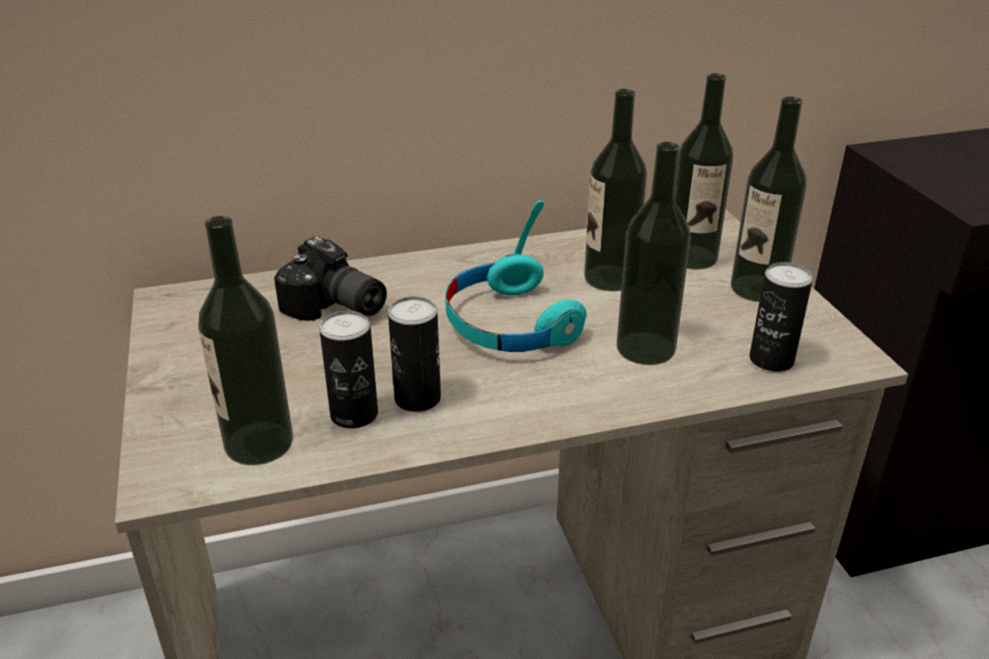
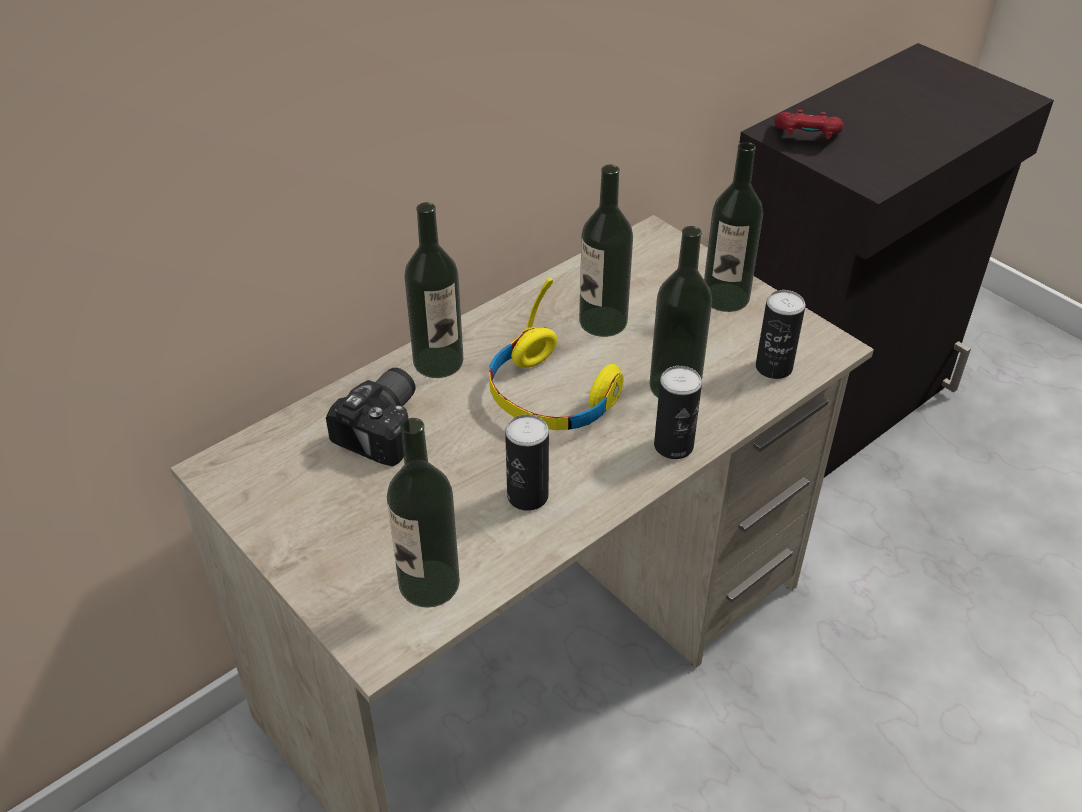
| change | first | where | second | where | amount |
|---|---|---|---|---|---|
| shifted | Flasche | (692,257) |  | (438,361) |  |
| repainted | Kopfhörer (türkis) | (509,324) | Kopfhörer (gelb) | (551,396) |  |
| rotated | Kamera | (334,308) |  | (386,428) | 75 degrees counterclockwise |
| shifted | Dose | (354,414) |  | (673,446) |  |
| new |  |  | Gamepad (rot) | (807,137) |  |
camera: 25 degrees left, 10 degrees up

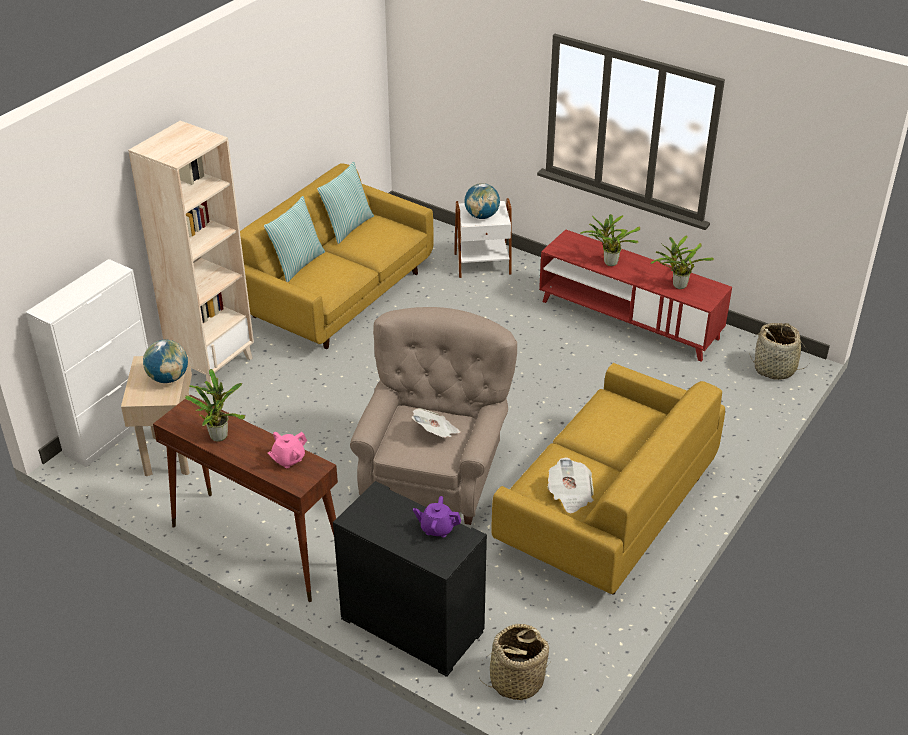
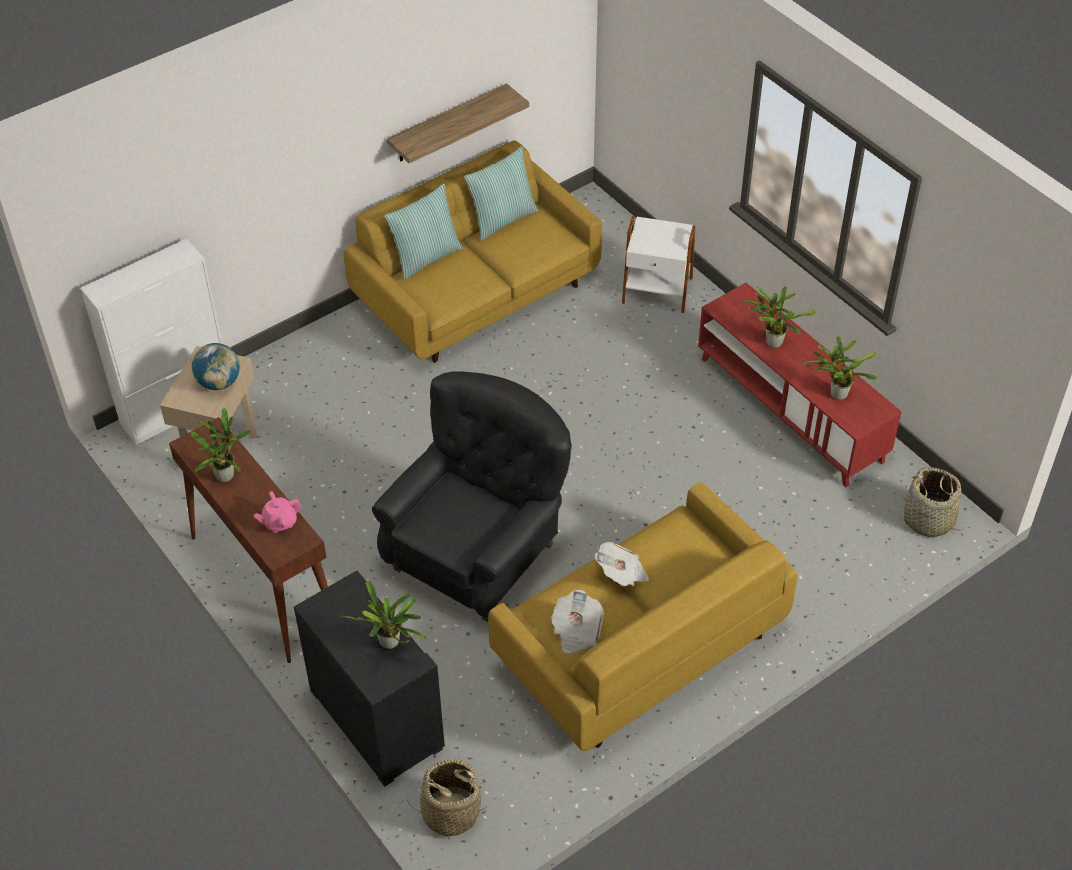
| change | first | where | second | where | amount |
|---|---|---|---|---|---|
| gone | Bücherregal (beige) | (212,364) |  |  |  |
| gone | Globus | (481,216) |  |  |  |
| repainted | Sessel (beige) | (435,475) | Sessel (schwarz) | (478,552) |  |
| shifted | Zeitung | (436,433) |  | (622,574) |  |
| swapped | Teekanne (lila) | (437,528) | Topfpflanze | (391,644) |  |
| new |  |  | Wandregal | (448,124) |  |
camera: 20 degrees right, 10 degrees up

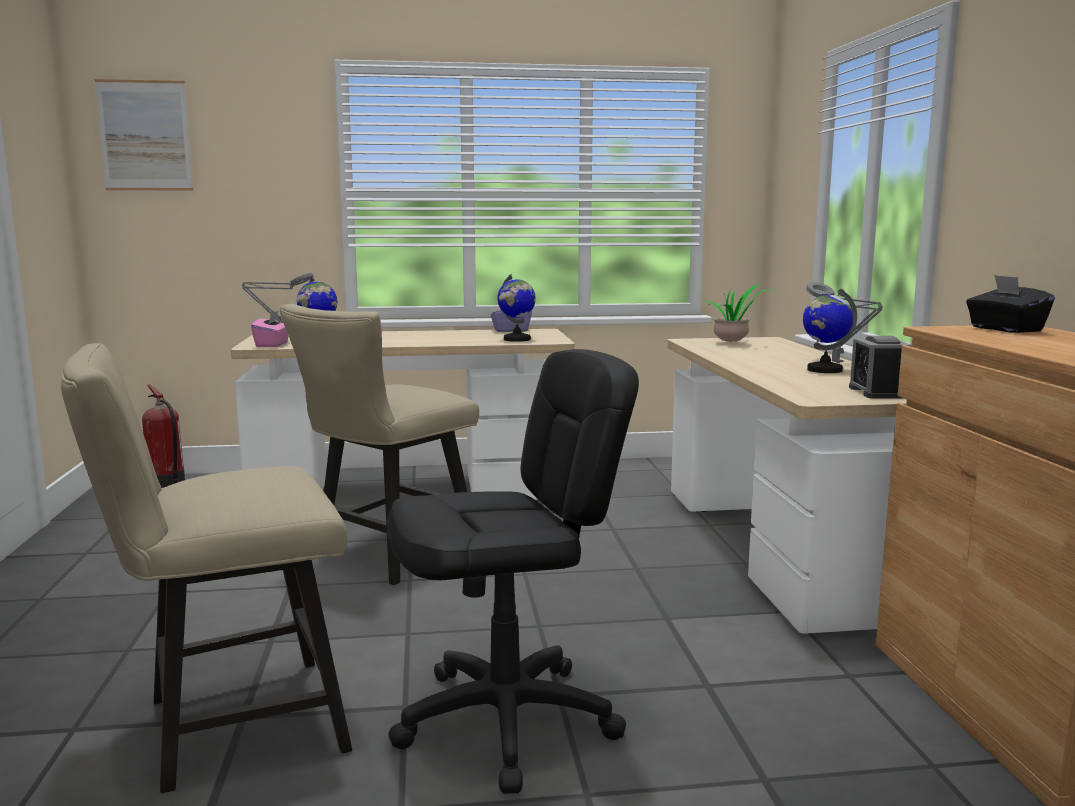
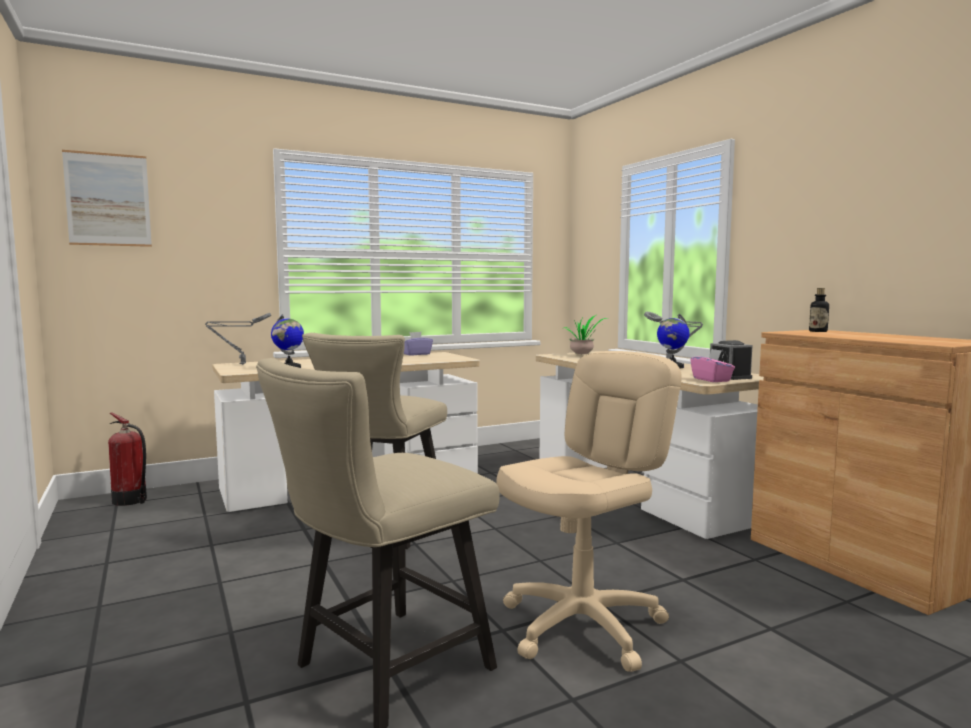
| change | first | where | second | where | amount |
|---|---|---|---|---|---|
| gone | Globus | (517,339) |  |  |  |
| swapped | Taschentuchbox (schwarz) | (1005,329) | Flasche | (818,331) |  |
| shifted | Taschentuchbox (rosa) | (272,345) |  | (711,380) |  |
| repainted | Bürostuhl (schwarz) | (507,721) | Bürostuhl (beige) | (583,625) |  |
camera: 20 degrees left, 5 degrees down

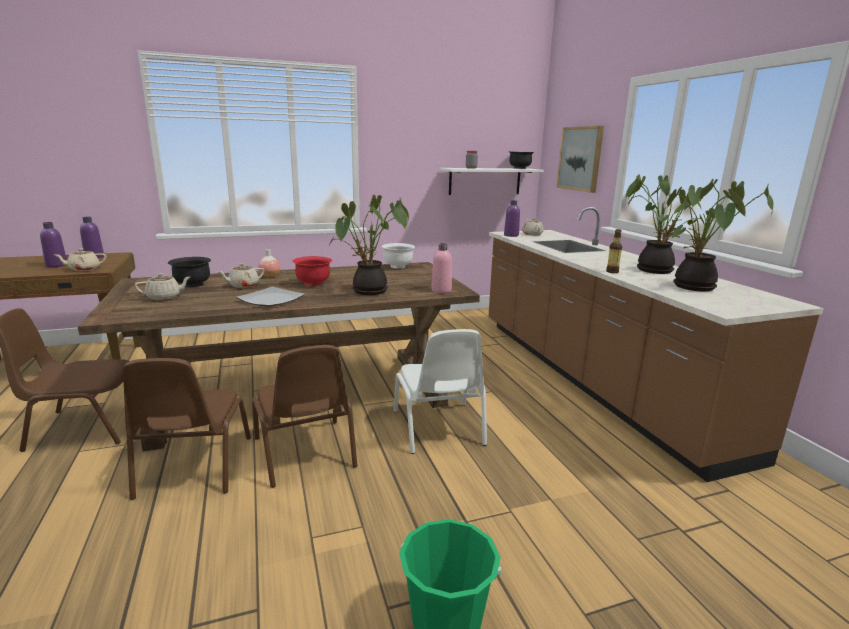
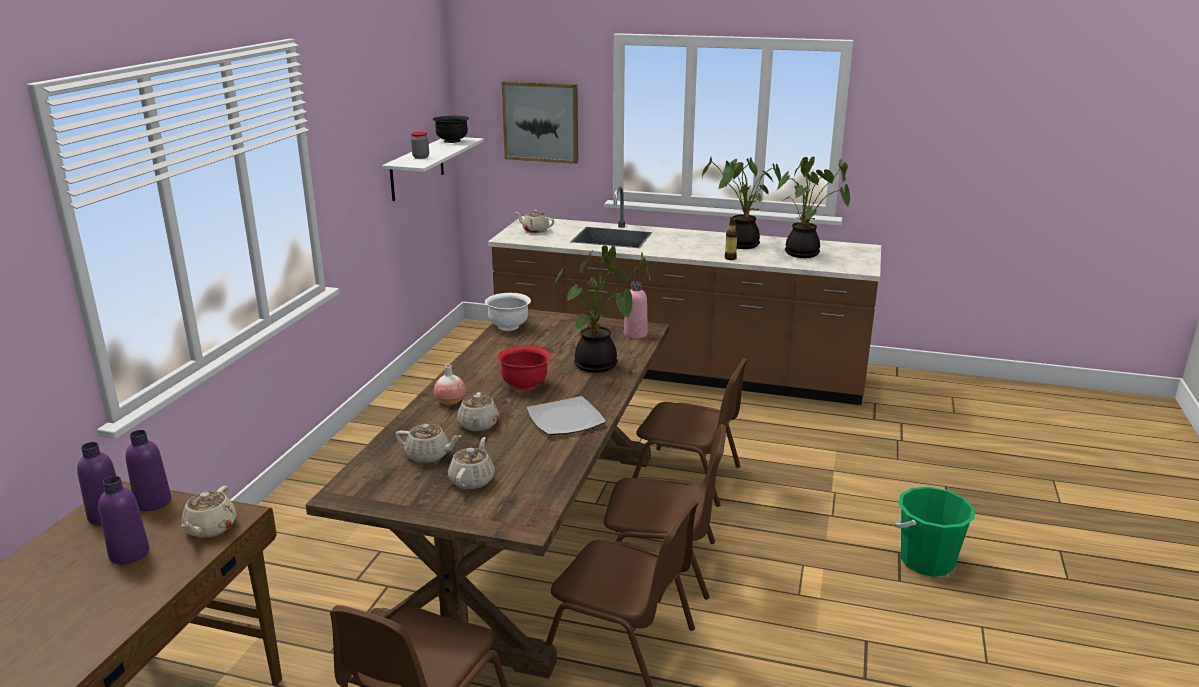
| change | first | where | second | where | amount |
|---|---|---|---|---|---|
| shifted | Flasche (lila) | (511,235) |  | (153,502) |  |
| swapped | Schüssel (schwarz) | (192,285) | Teekanne (beige) | (428,456) |  |
| repainted | Stuhl (weiß) | (438,428) | Stuhl (braun) | (688,478) |  |
camera: 55 degrees left, 5 degrees up

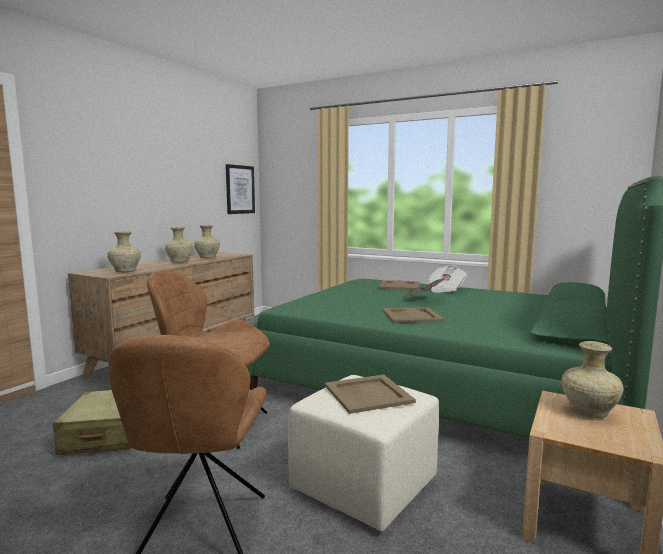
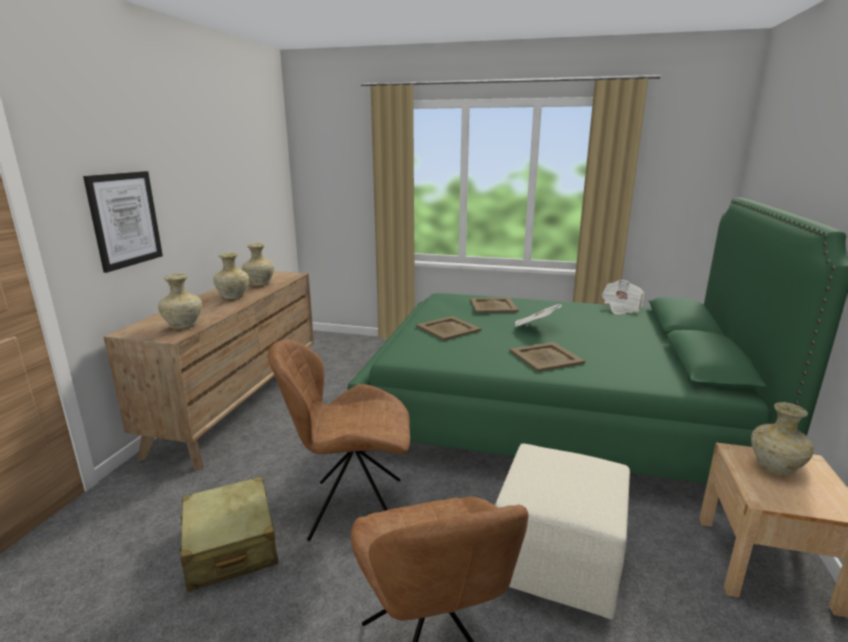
| change | first | where | second | where | amount |
|---|---|---|---|---|---|
| shifted | Bild | (240,189) |  | (125,219) |  |
| shifted | Zeitung | (445,289) |  | (621,308) |  |
| shifted | Tablett (beige) | (368,393) |  | (448,328) |  |
camera: 15 degrees left, 10 degrees up

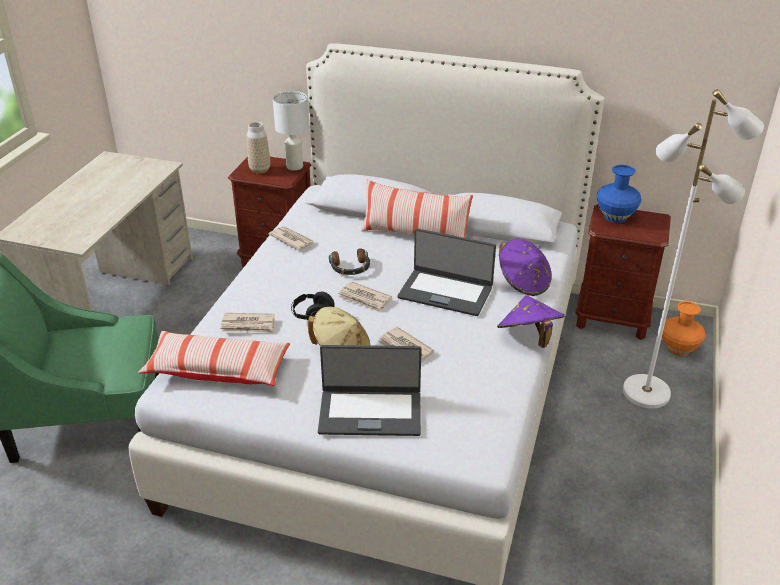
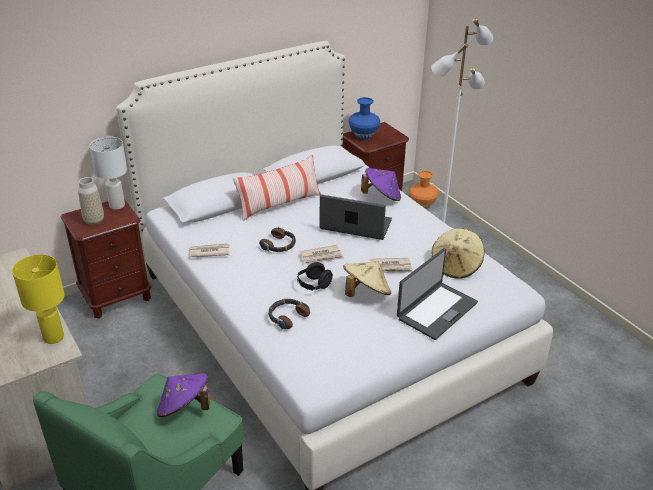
| change | first | where | second | where | amount |
|---|---|---|---|---|---|
| rotated | Laptop | (445,292) |  | (355,225) | 135 degrees counterclockwise |
| shifted | Hut (lila) | (528,338) |  | (184,408) |  |
| swapped | Zeitung | (248,325) | Kopfhörer | (287,316) |  |
| gone | Kissen | (218,370) |  |  |  |
| new |  |  | Hut (beige) | (456,266) |  |
| new |  |  | Tischlampe (gelb) | (53,337) |  |
camera: 50 degrees left, 0 degrees up

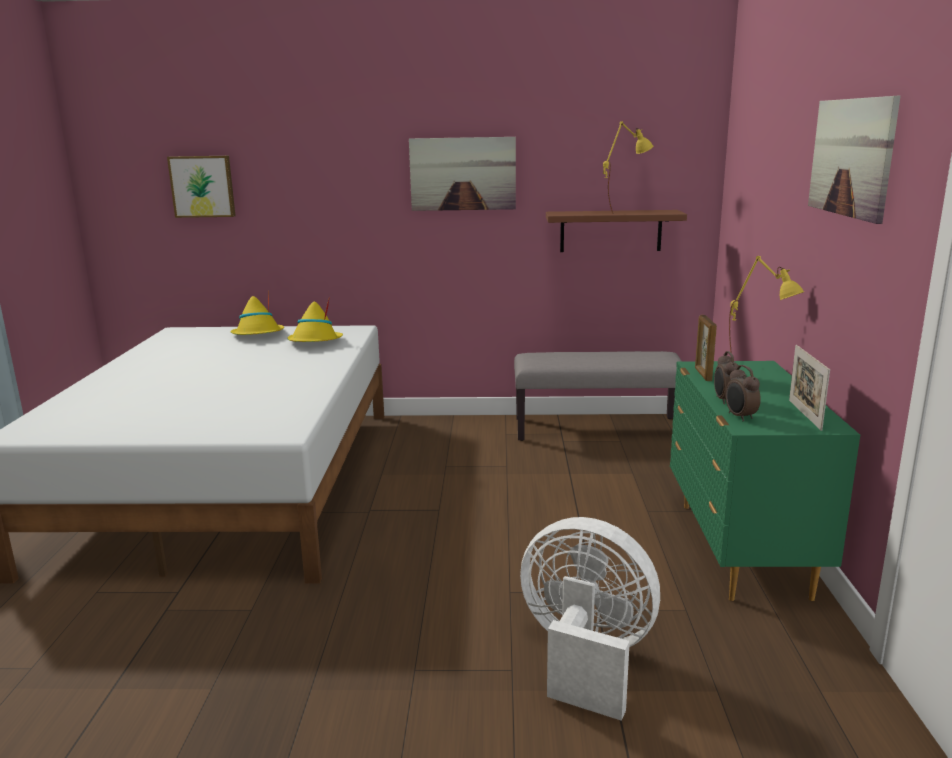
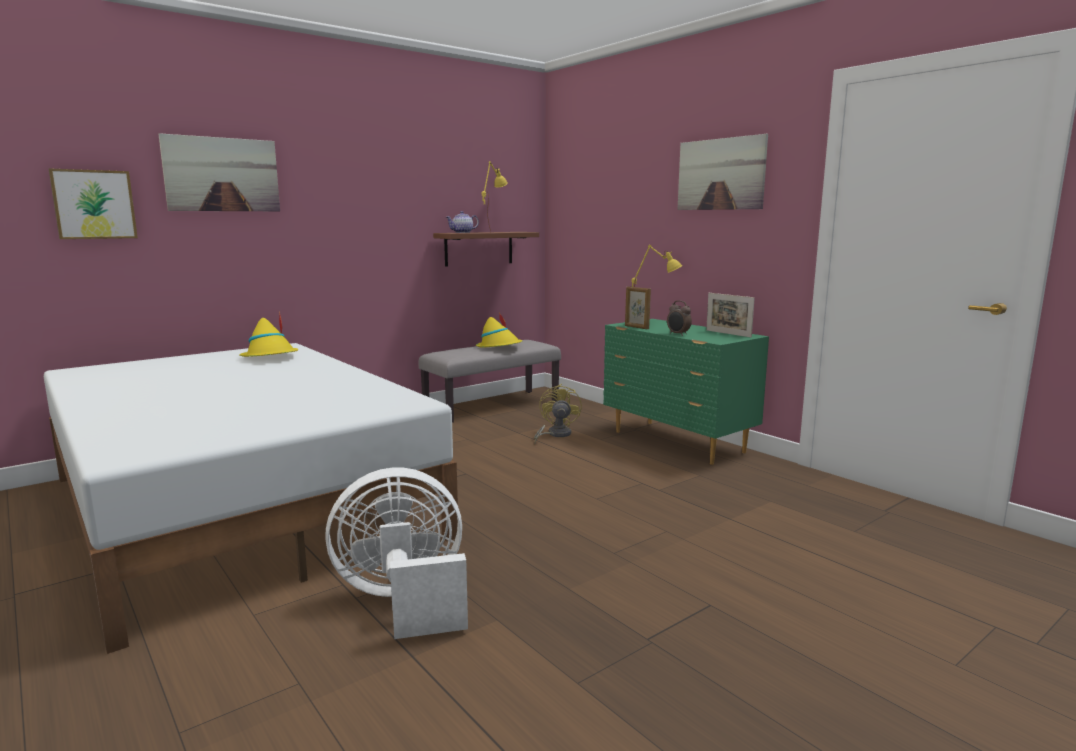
| change | first | where | second | where | amount |
|---|---|---|---|---|---|
| shifted | Bild | (462,174) |  | (222,174) |  |
| shifted | Hut (gelb) | (258,335) |  | (499,347) |  |
| gone | Wecker | (740,417) |  |  |  |
| shifted | Ventilator (weiß) | (585,658) |  | (404,601) |  |
| new |  |  | Teekanne | (462,232) |  |
| new |  |  | Ventilator (gelb) | (555,435) |  |
camera: 40 degrees left, 5 degrees down

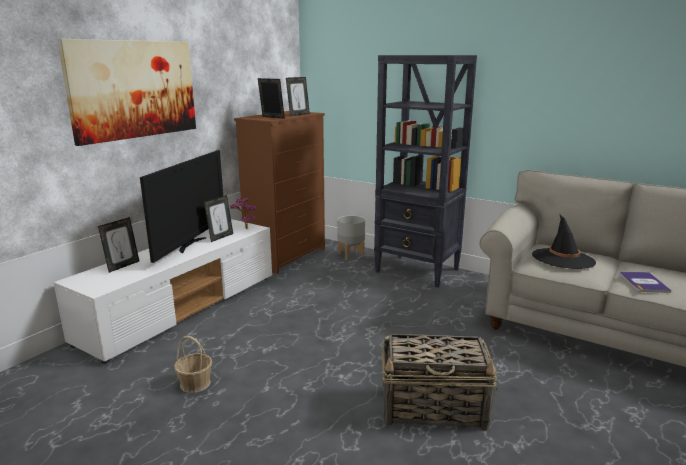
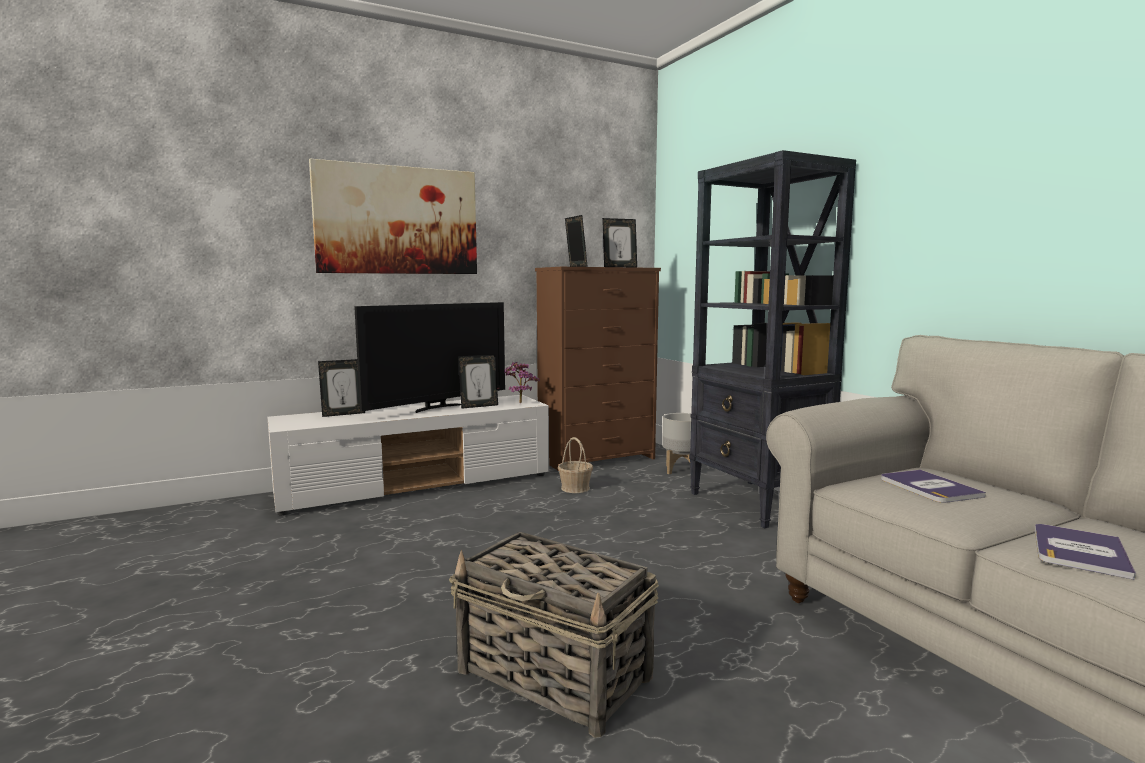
| change | first | where | second | where | amount |
|---|---|---|---|---|---|
| swapped | Hut (schwarz) | (563,259) | Buch | (929,487) |  |
| shifted | Korb | (195,383) |  | (575,488) |  |
camera: 30 degrees right, 10 degrees down

